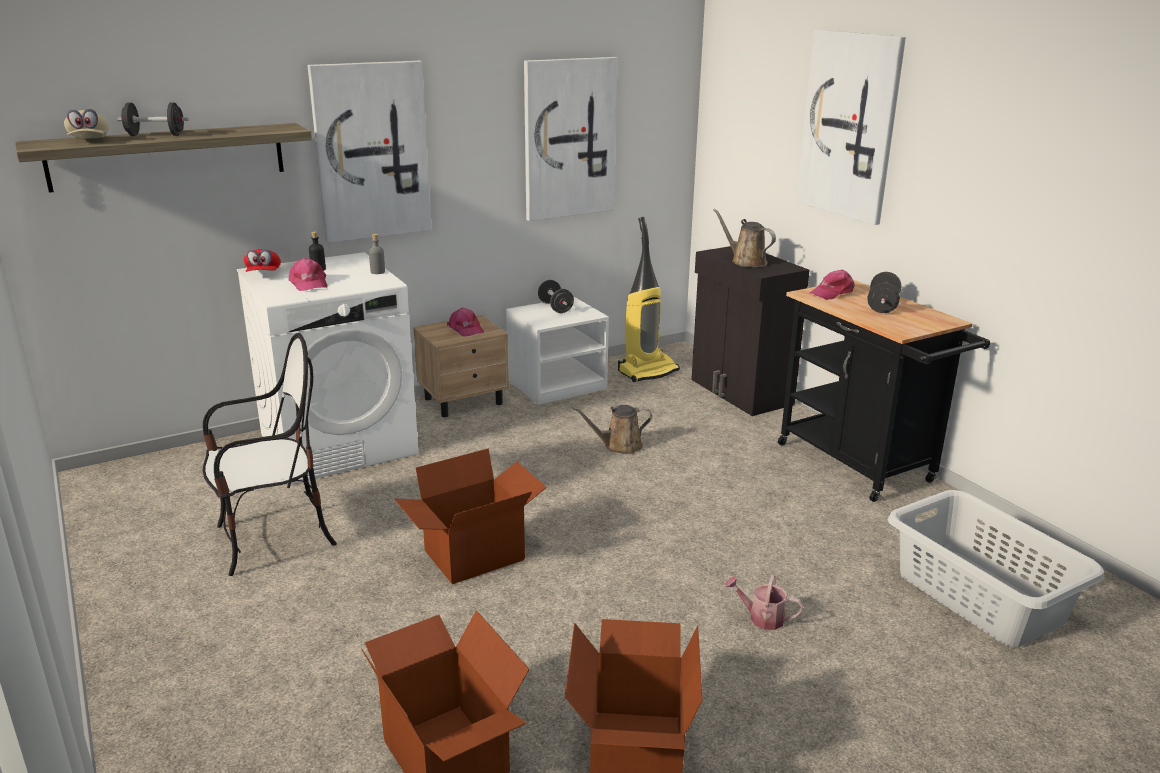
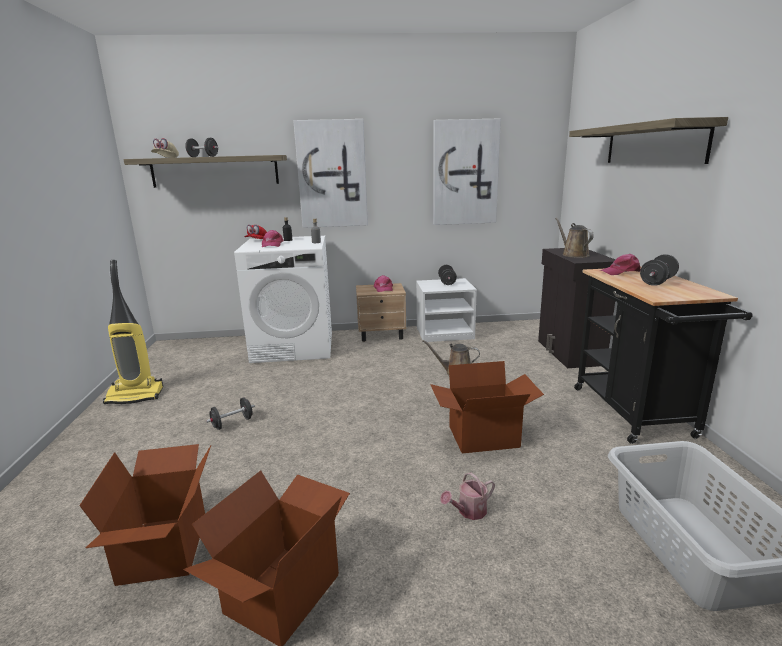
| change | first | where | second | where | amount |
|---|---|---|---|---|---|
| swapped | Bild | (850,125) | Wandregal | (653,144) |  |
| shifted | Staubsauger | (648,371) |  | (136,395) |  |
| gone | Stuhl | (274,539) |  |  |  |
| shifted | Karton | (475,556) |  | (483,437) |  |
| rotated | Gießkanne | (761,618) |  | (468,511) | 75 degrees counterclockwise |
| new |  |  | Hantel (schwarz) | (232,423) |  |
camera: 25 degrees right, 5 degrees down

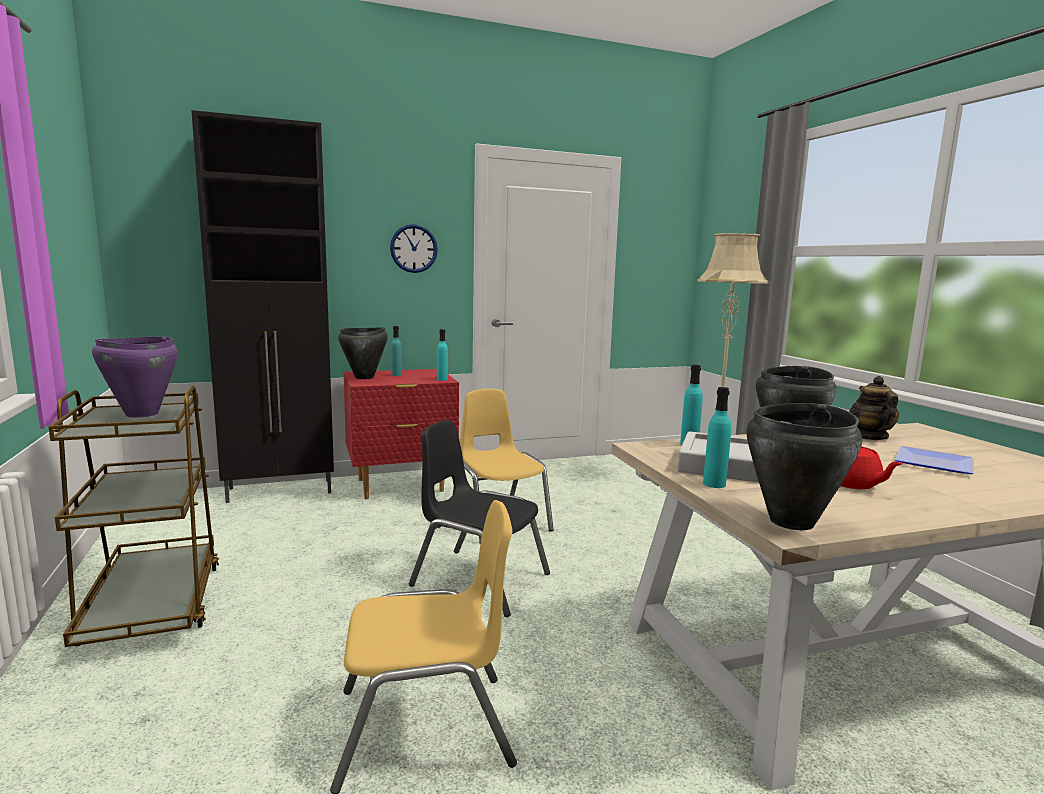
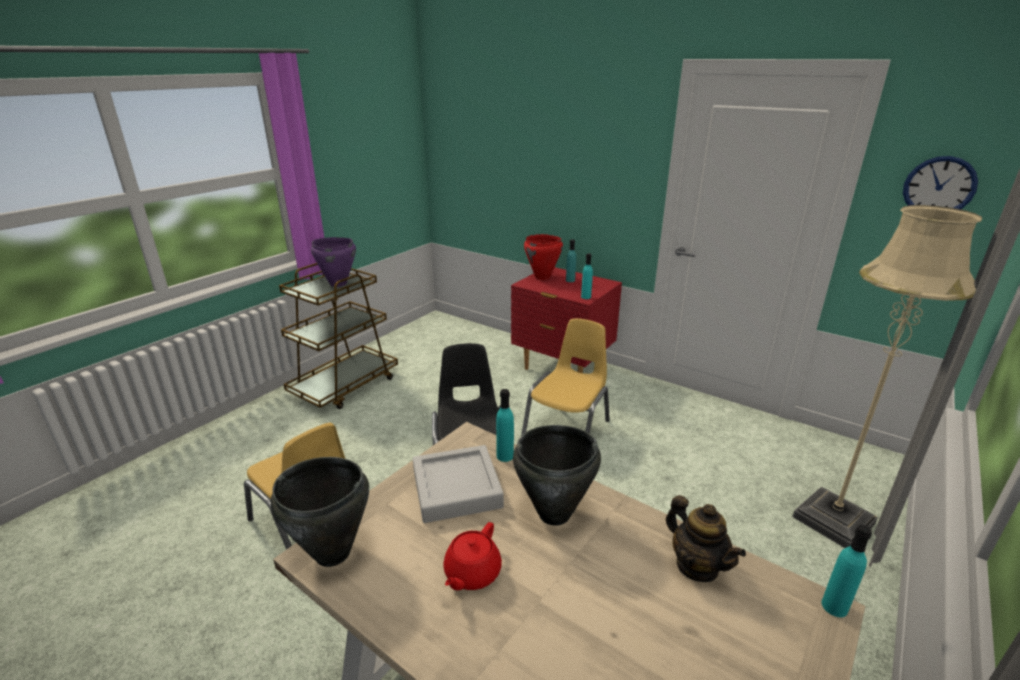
| change | first | where | second | where | amount |
|---|---|---|---|---|---|
| gone | Schrank (schwarz) | (281,491) |  |  |  |
| shifted | Wanduhr | (413,248) |  | (939,187) |  |
| repainted | Kochtopf (schwarz) | (364,377) | Kochtopf (rot) | (542,277) |  |
| rotated | Teekanne | (870,437) |  | (697,566) | 90 degrees clockwise |
| shifted | Flasche (türkis) | (714,484) |  | (834,606) |  |
| gone | Teller | (936,464) |  |  |  |
camera: 55 degrees right, 15 degrees up

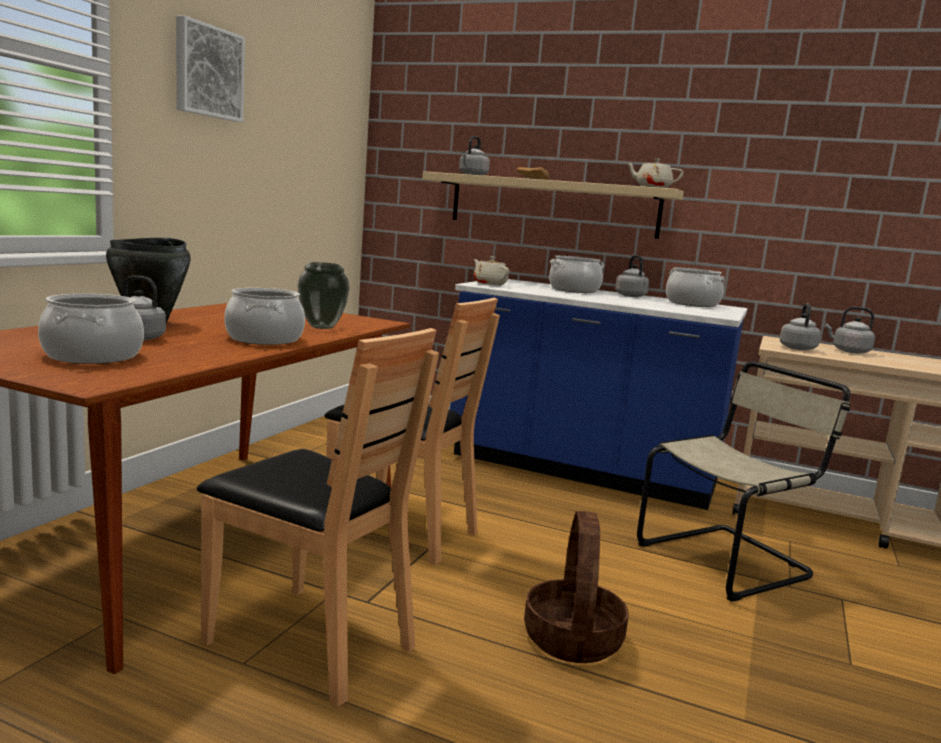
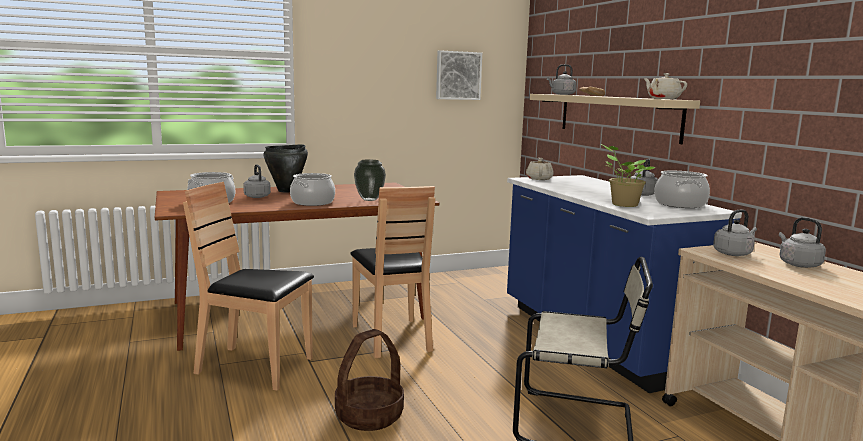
| change | first | where | second | where | amount |
|---|---|---|---|---|---|
| shifted | Bild | (207,72) |  | (458,75) |  |
| gone | Kochtopf | (574,290) |  |  |  |
| rotated | Stuhl (braun) | (310,642) |  | (255,367) | 120 degrees clockwise |
| new |  |  | Topfpflanze | (622,204) |  |
camera: 45 degrees right, 0 degrees up

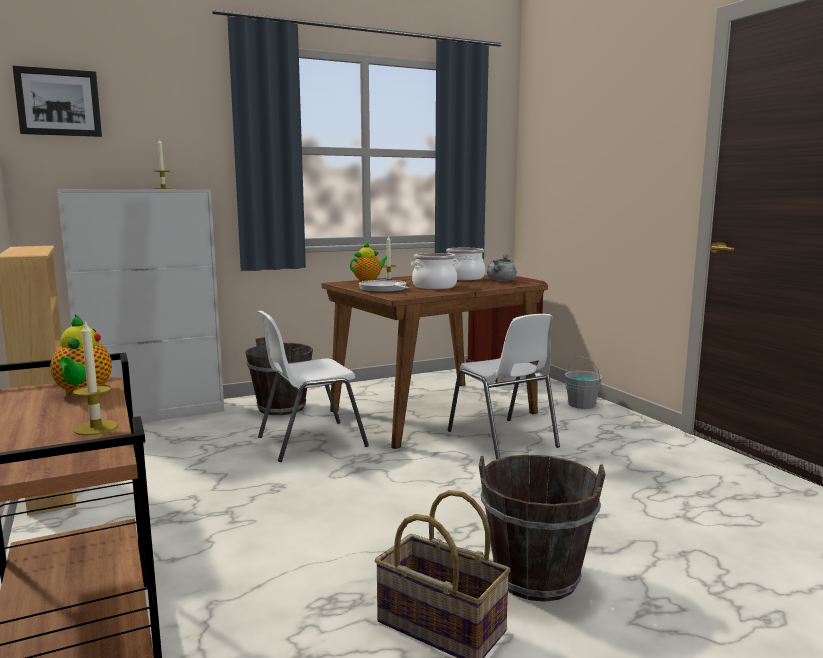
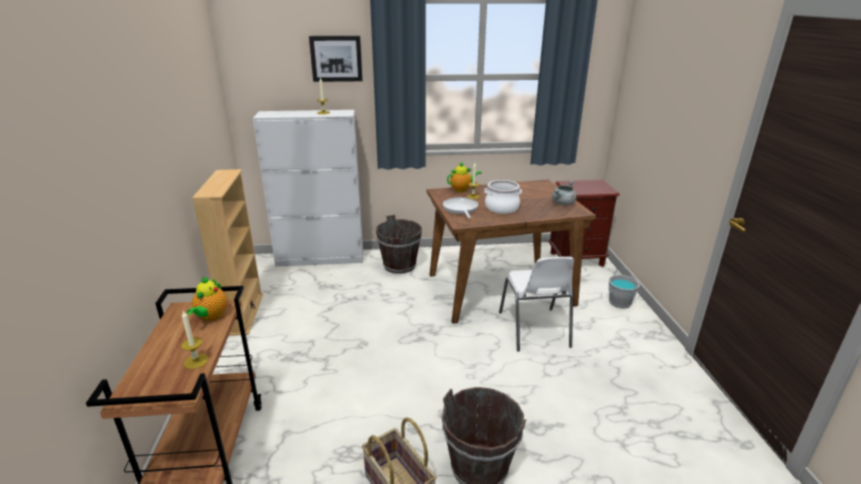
| change | first | where | second | where | amount |
|---|---|---|---|---|---|
| shifted | Bild | (58,102) |  | (336,58) |  |
| gone | Kochtopf | (464,278) |  |  |  |
| gone | Stuhl (weiß) | (309,441) |  |  |  |
camera: 20 degrees right, 15 degrees up

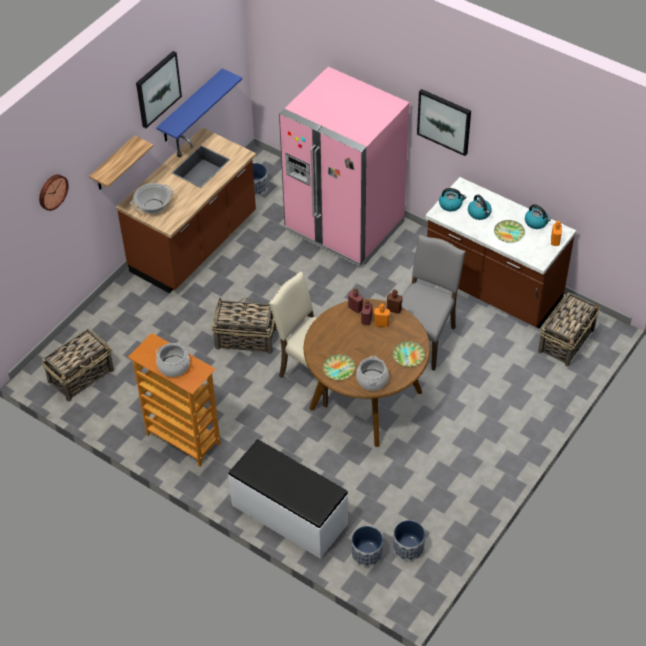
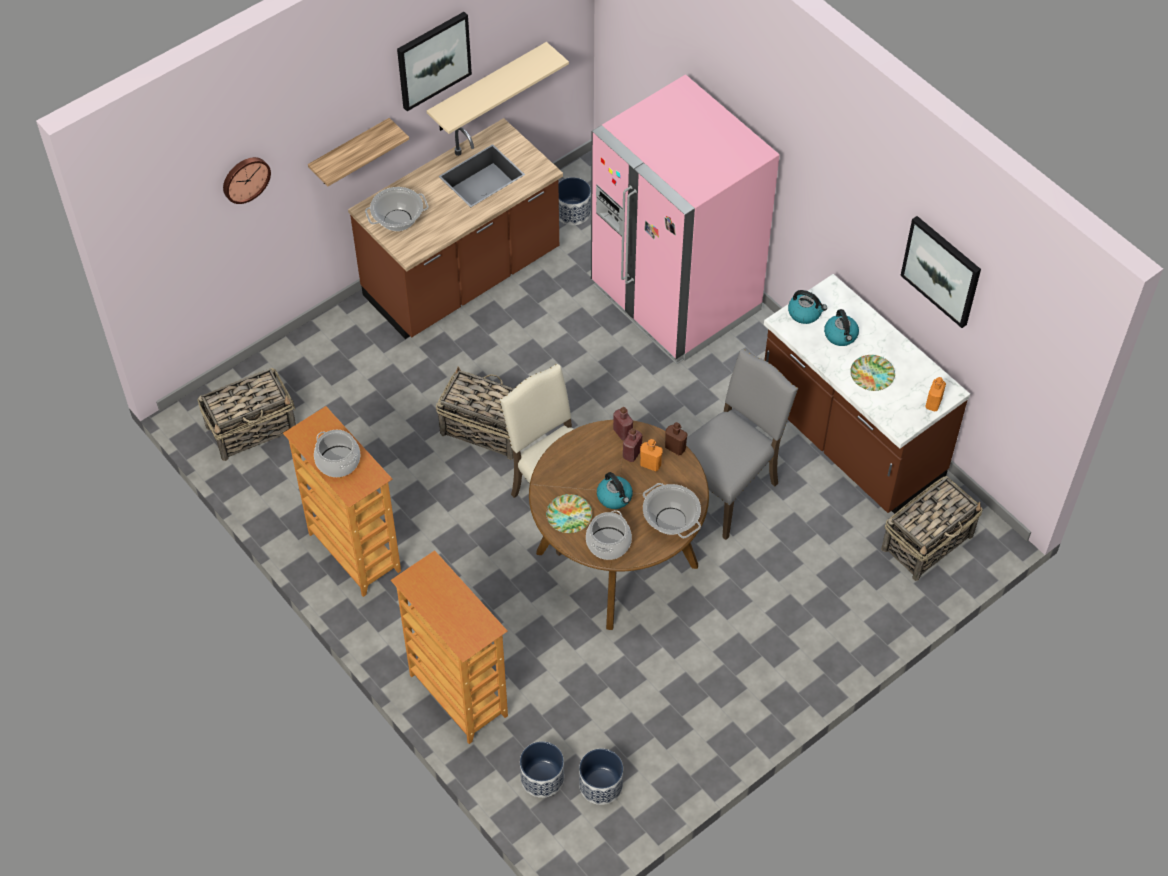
| change | first | where | second | where | amount |
|---|---|---|---|---|---|
| repainted | Wandregal (blau) | (190,107) | Wandregal (beige) | (487,88) |  |
| shifted | Bild | (444,121) |  | (942,270) |  |
| shifted | Wasserkessel | (536,222) |  | (615,497) |  |
| swapped | Teller | (408,356) | Kochtopf | (670,520) |  |
| swapped | Bank (weiß) | (289,515) | Bücherregal | (457,696) |  |
camera: 15 degrees right, 5 degrees up

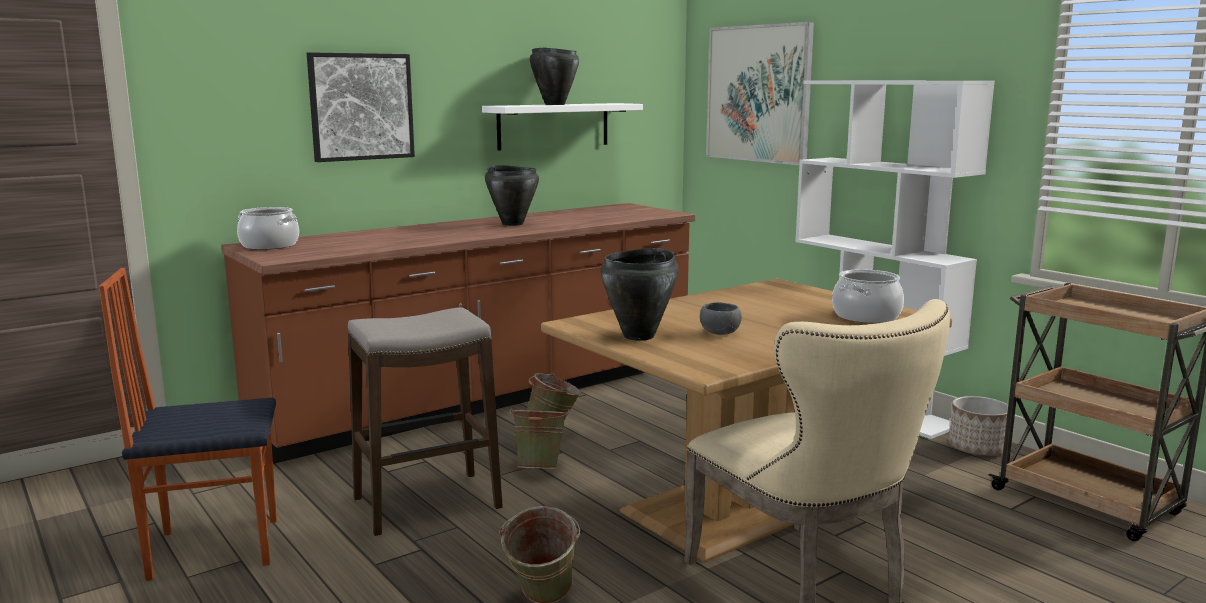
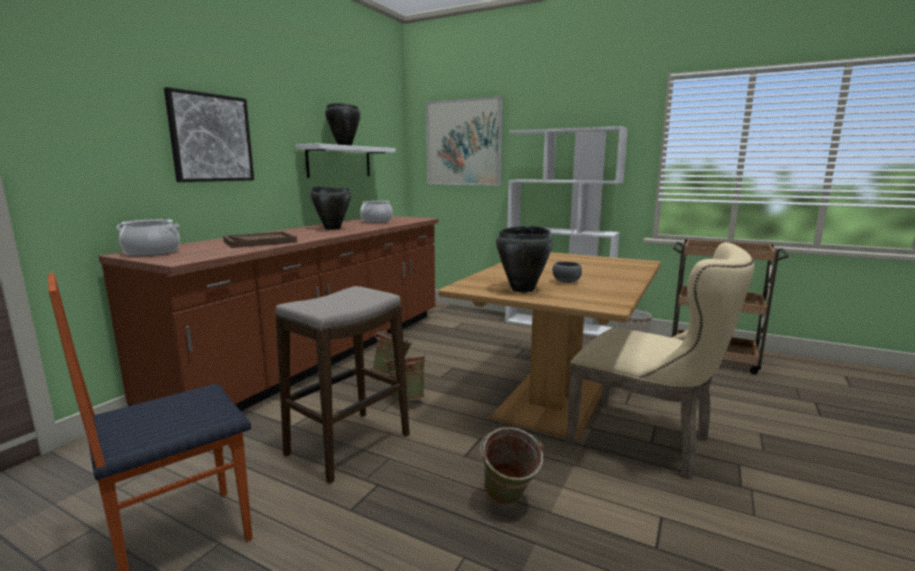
| change | first | where | second | where | amount |
|---|---|---|---|---|---|
| shifted | Kochtopf | (866,316) |  | (377,221) |  |
| new |  |  | Tablett (braun) | (260,242) |  |
camera: 25 degrees left, 0 degrees up

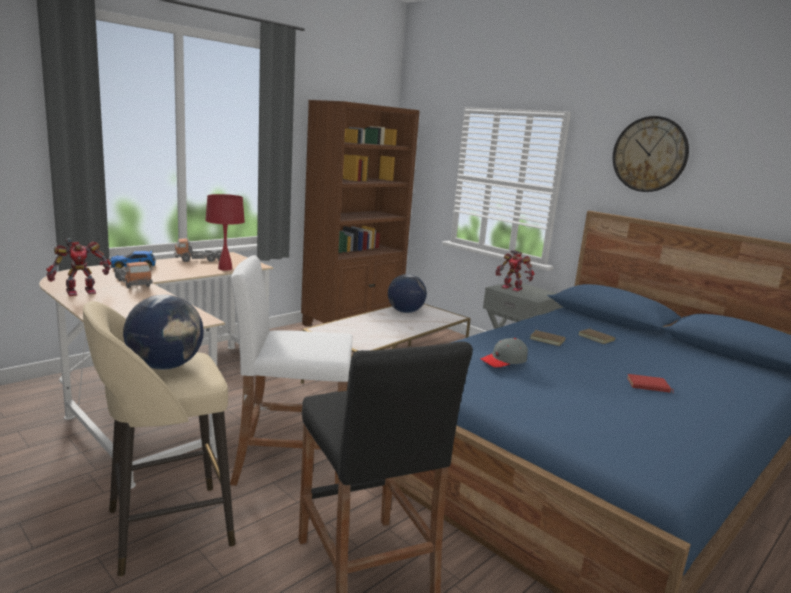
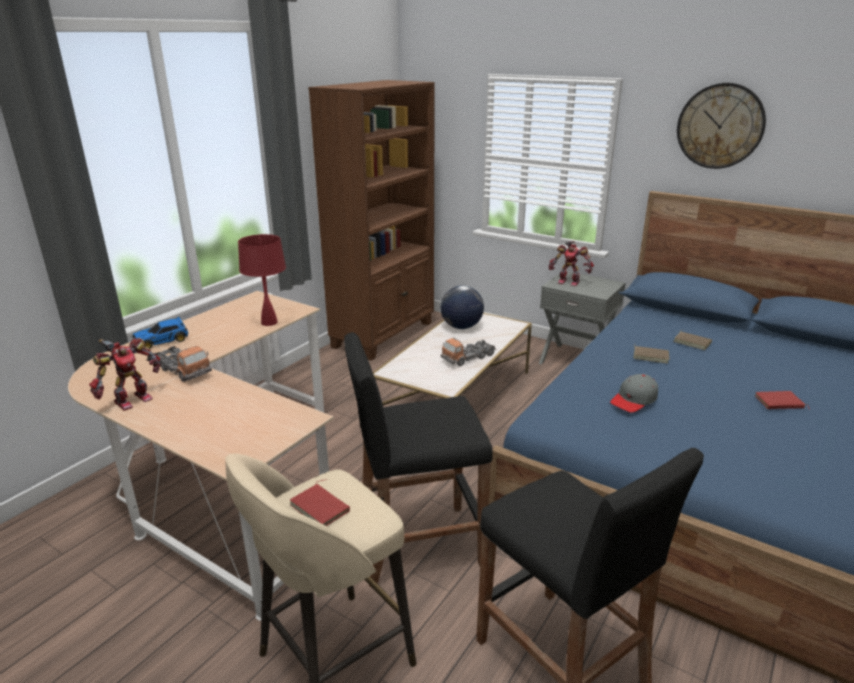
| change | first | where | second | where | amount |
|---|---|---|---|---|---|
| shifted | Spielzeuglaster | (201,260) |  | (468,357) |  |
| repainted | Hocker (weiß) | (290,464) | Hocker (schwarz) | (417,544) |  |
| swapped | Globus | (166,366) | Buch (rot) | (321,507) |  |
camera: 10 degrees left, 10 degrees up

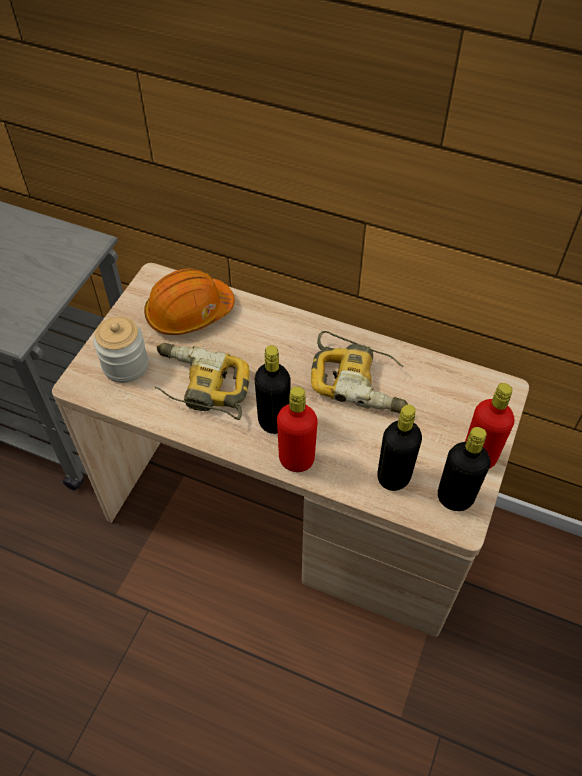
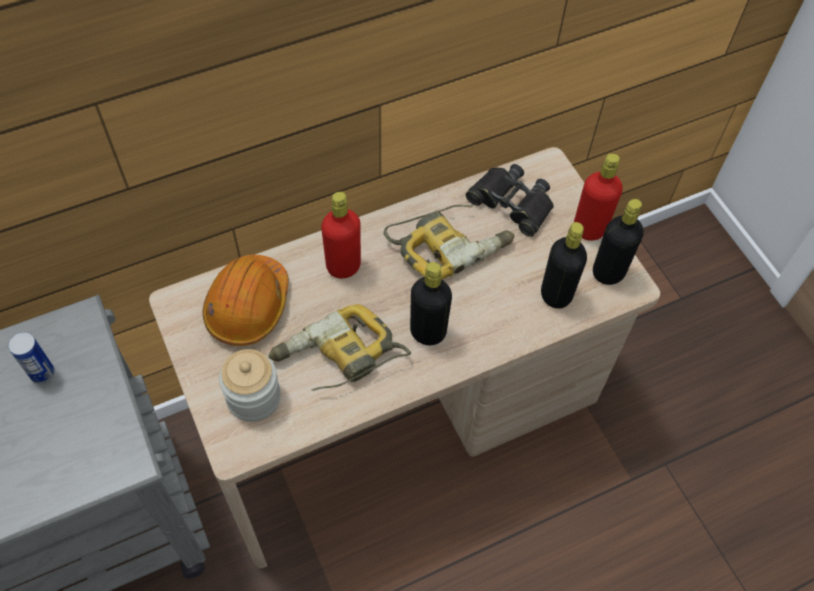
| change | first | where | second | where | amount |
|---|---|---|---|---|---|
| shifted | Flasche (rot) | (296,459) |  | (343,266) |  |
| new |  |  | Fernglas (schwarz) | (512,203) |  |
| new |  |  | Dose | (42,373) |  |
camera: 50 degrees left, 5 degrees up

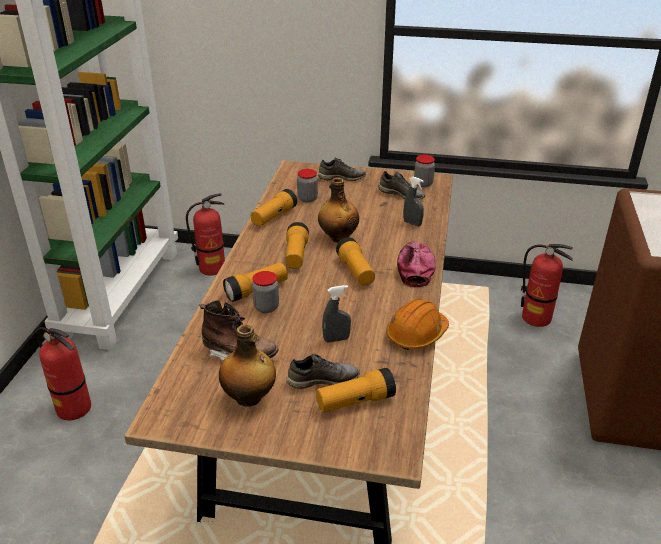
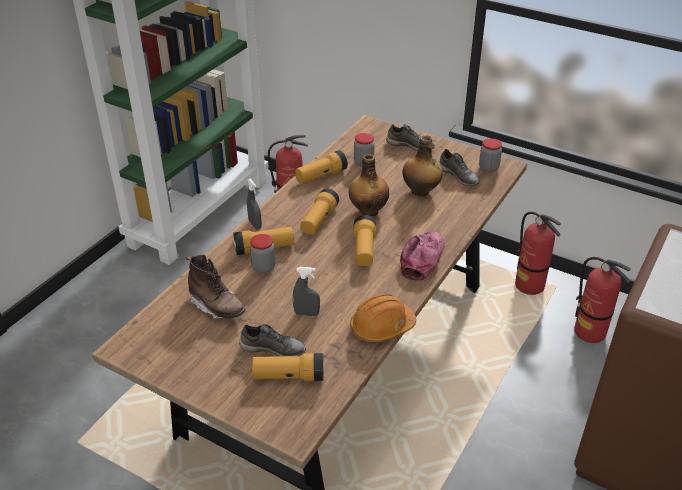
| change | first | where | second | where | amount |
|---|---|---|---|---|---|
| shifted | Sprühflasche (grau) | (412,223) |  | (255,224) |  |
| shifted | Flasche | (249,398) |  | (421,191) |  |
| shifted | Feuerlöscher | (74,409) |  | (530,285) |  |
camera: 20 degrees right, 5 degrees up

